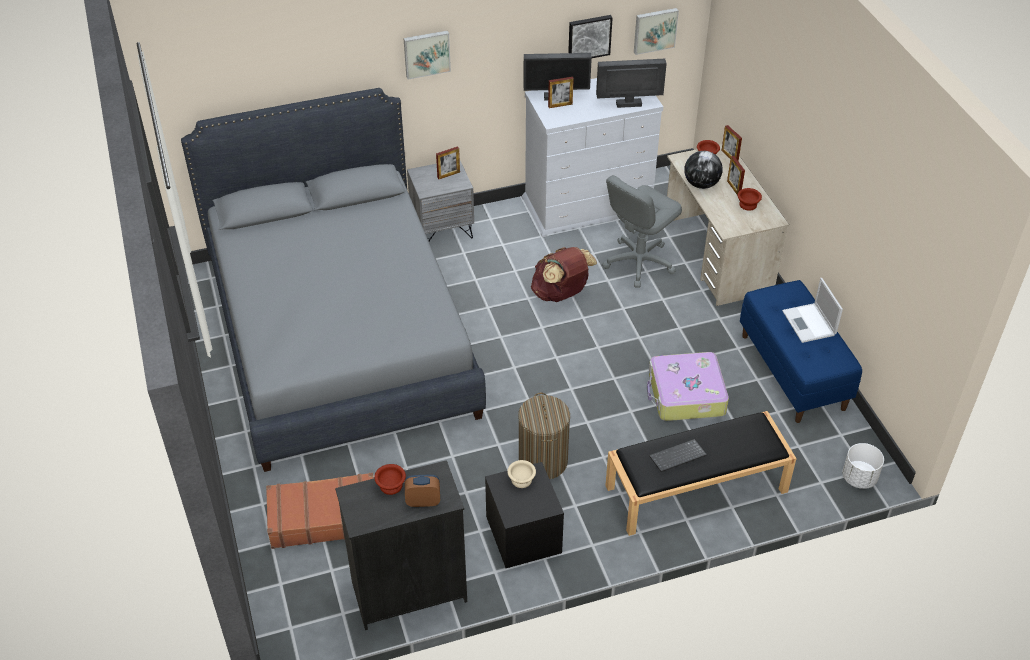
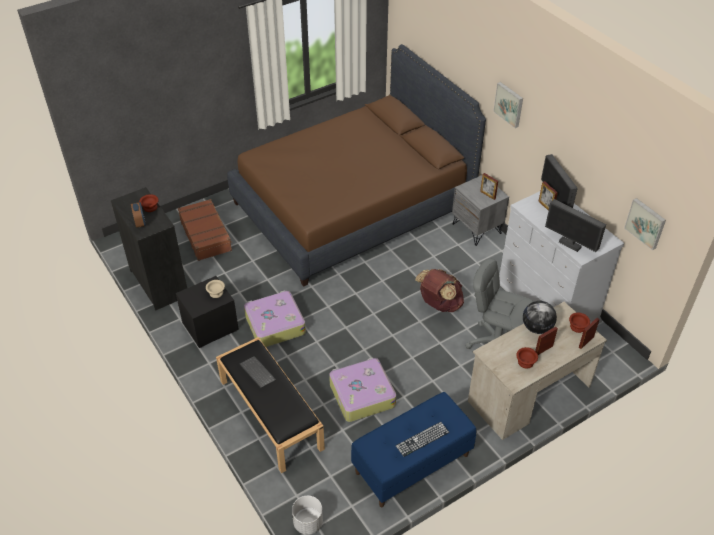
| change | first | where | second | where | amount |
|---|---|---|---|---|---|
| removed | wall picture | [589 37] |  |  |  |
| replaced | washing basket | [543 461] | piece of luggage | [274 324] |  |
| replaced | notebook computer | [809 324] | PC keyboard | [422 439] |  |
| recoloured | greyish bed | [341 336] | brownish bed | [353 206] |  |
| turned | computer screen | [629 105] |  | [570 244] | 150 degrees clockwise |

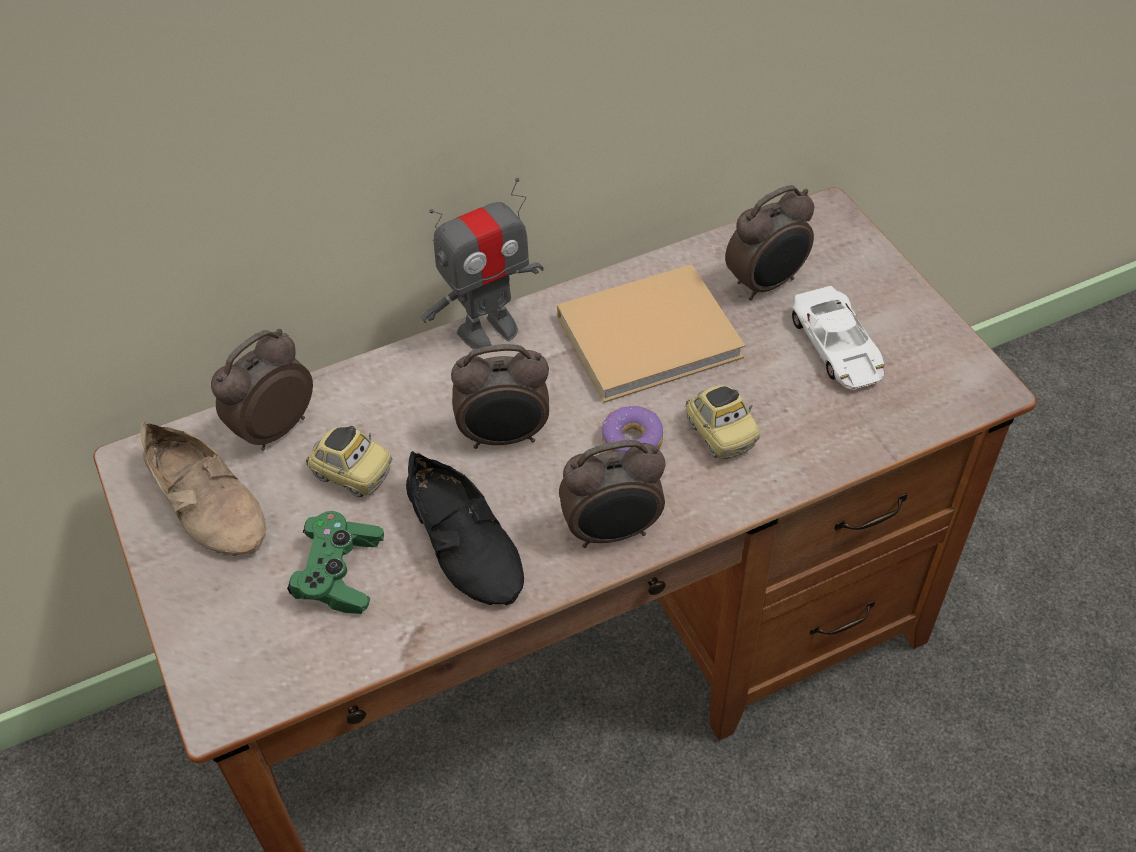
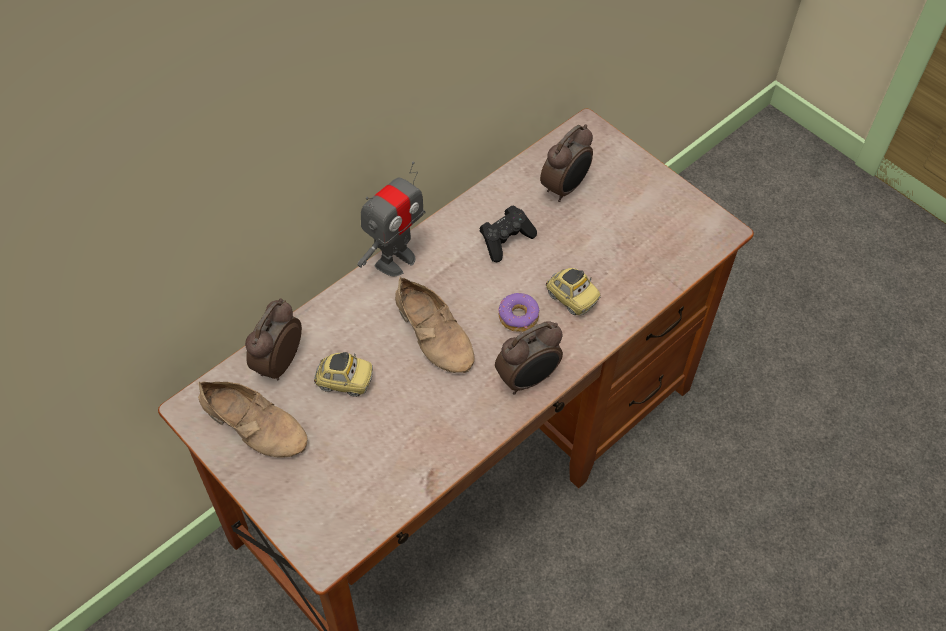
| change | first | where | second | where | amount |
|---|---|---|---|---|---|
| removed | green game controller | [339 573] |  |  |  |
| removed | blackish item of footwear | [467 540] |  |  |  |
| removed | white miniature car | [837 347] |  |  |  |
| replaced | table clock | [505 437] | sand-coloured item of footwear | [435 332] |  |
| replaced | sand-coloured volume | [654 335] | blackish game controller | [506 240] |  |

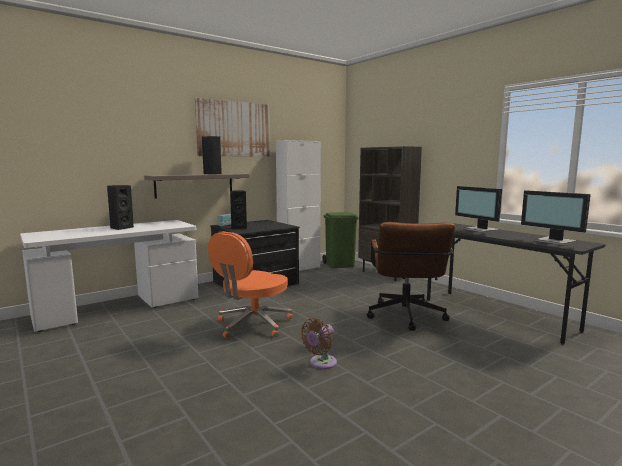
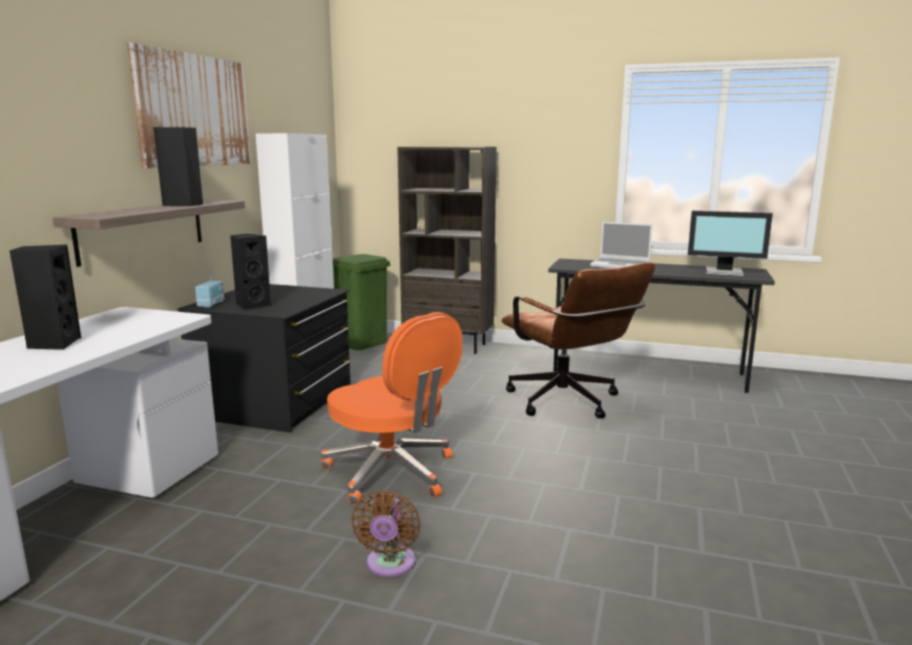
| change | first | where | second | where | amount |
|---|---|---|---|---|---|
| moved | brownish cooling fan | [321 363] |  | [390 565] |  |
| replaced | computer screen | [481 230] | notebook computer | [621 265] |  |
| turned | orange-coloured computer chair | [253 325] |  | [392 473] | 45 degrees counterclockwise |

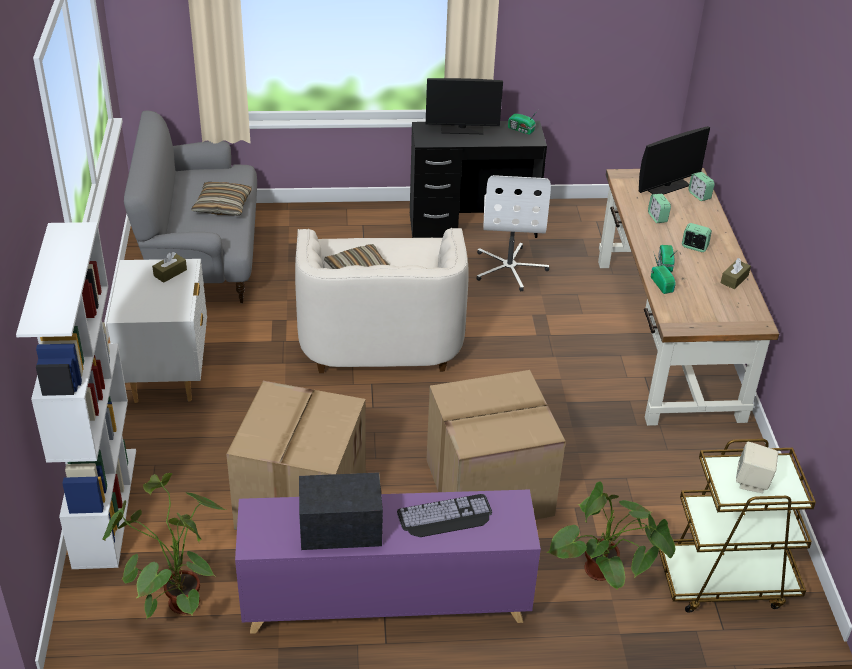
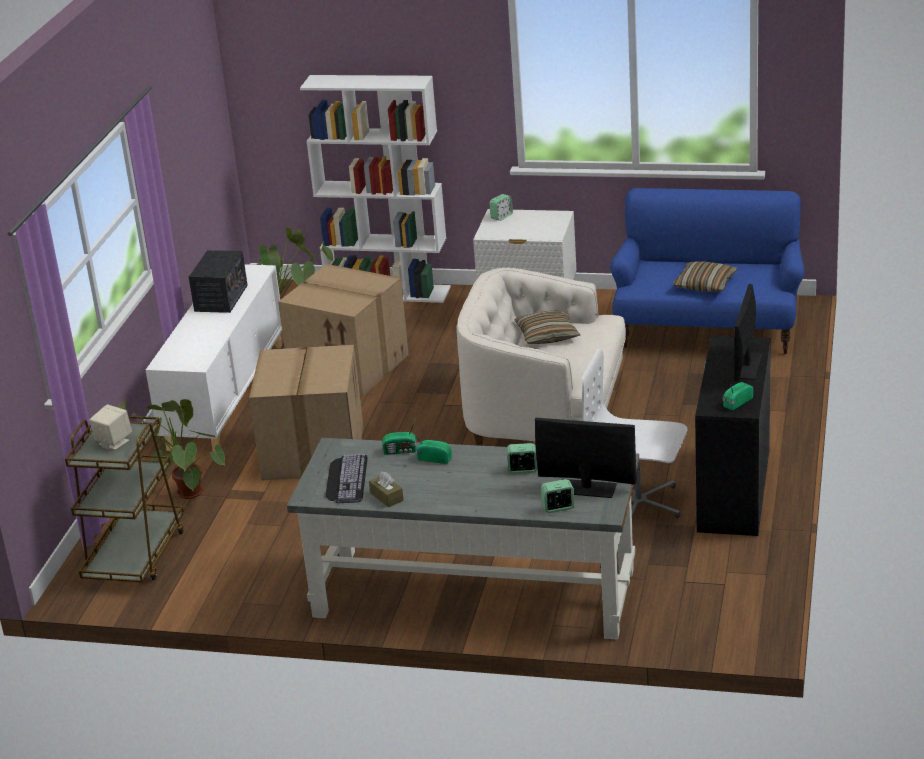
| change | first | where | second | where | amount |
|---|---|---|---|---|---|
| removed | brownish tissue holder | [170 273] |  |  |  |
| moved | PC keyboard | [445 517] |  | [345 479] |  |
| moved | table clock | [694 247] |  | [501 216] |  |
| recoloured | greyish settee | [202 257] | blue settee | [708 329] |  |
| recoloured | purple-coloured cupboard | [385 601] | white cupboard | [226 395] |  |
| recoloured | brownish desk unit | [668 337] | greyish desk unit | [472 593] |  |
| turned | computer screen | [667 186] |  | [586 488] | 120 degrees clockwise |

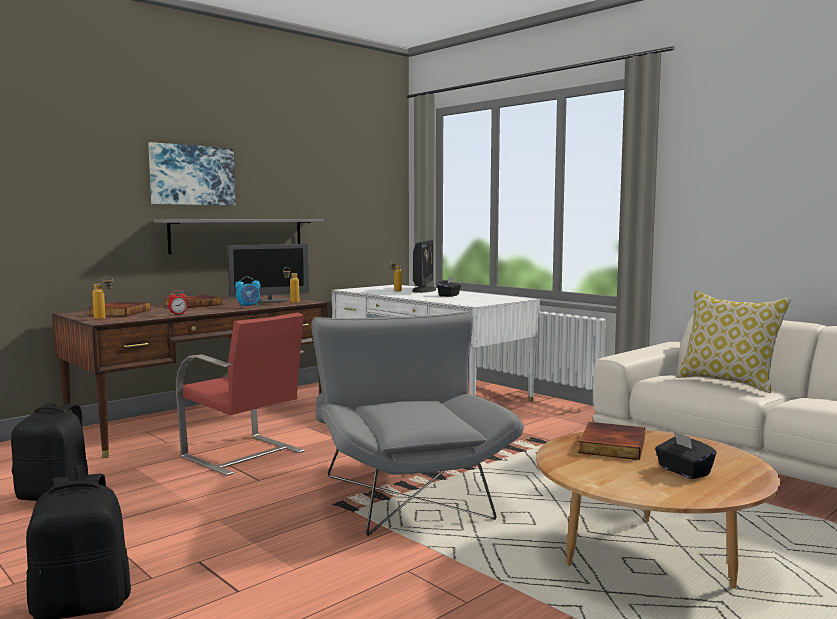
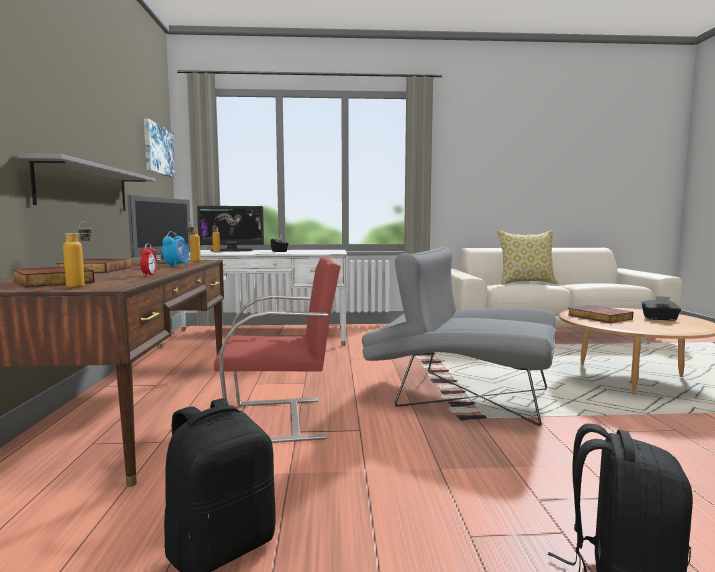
| change | first | where | second | where | amount |
|---|---|---|---|---|---|
| moved | wall picture | [192 175] |  | [157 150] |  |
| turned | computer screen | [423 290] |  | [232 250] | 120 degrees clockwise |

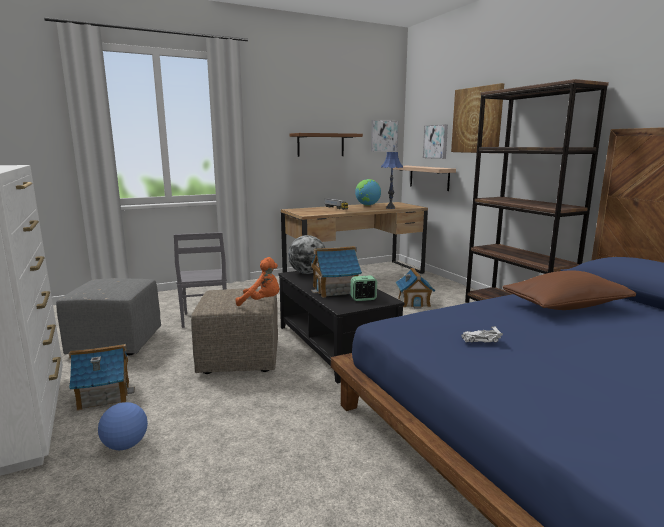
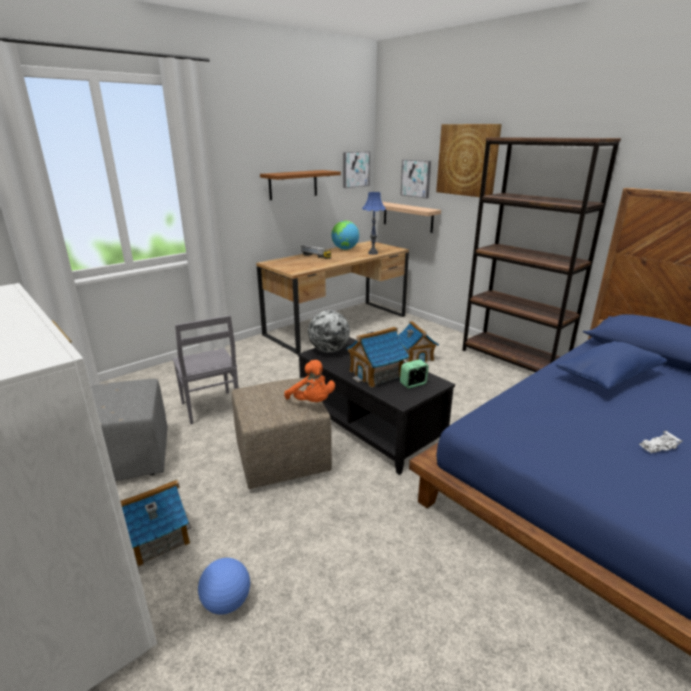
| change | first | where | second | where | amount |
|---|---|---|---|---|---|
| moved | white miniature car | [480 339] |  | [658 446] |  |
| recoloured | brownish cushion | [565 306] | blue cushion | [608 377] |  |
| turned | orange-coloured cuddly toy | [262 302] |  | [312 402] | 60 degrees clockwise |

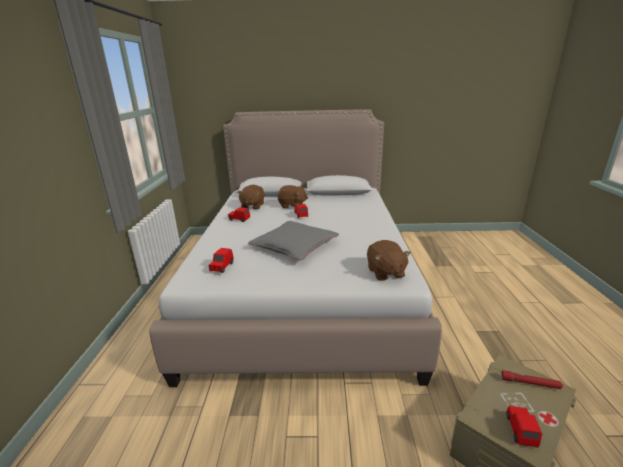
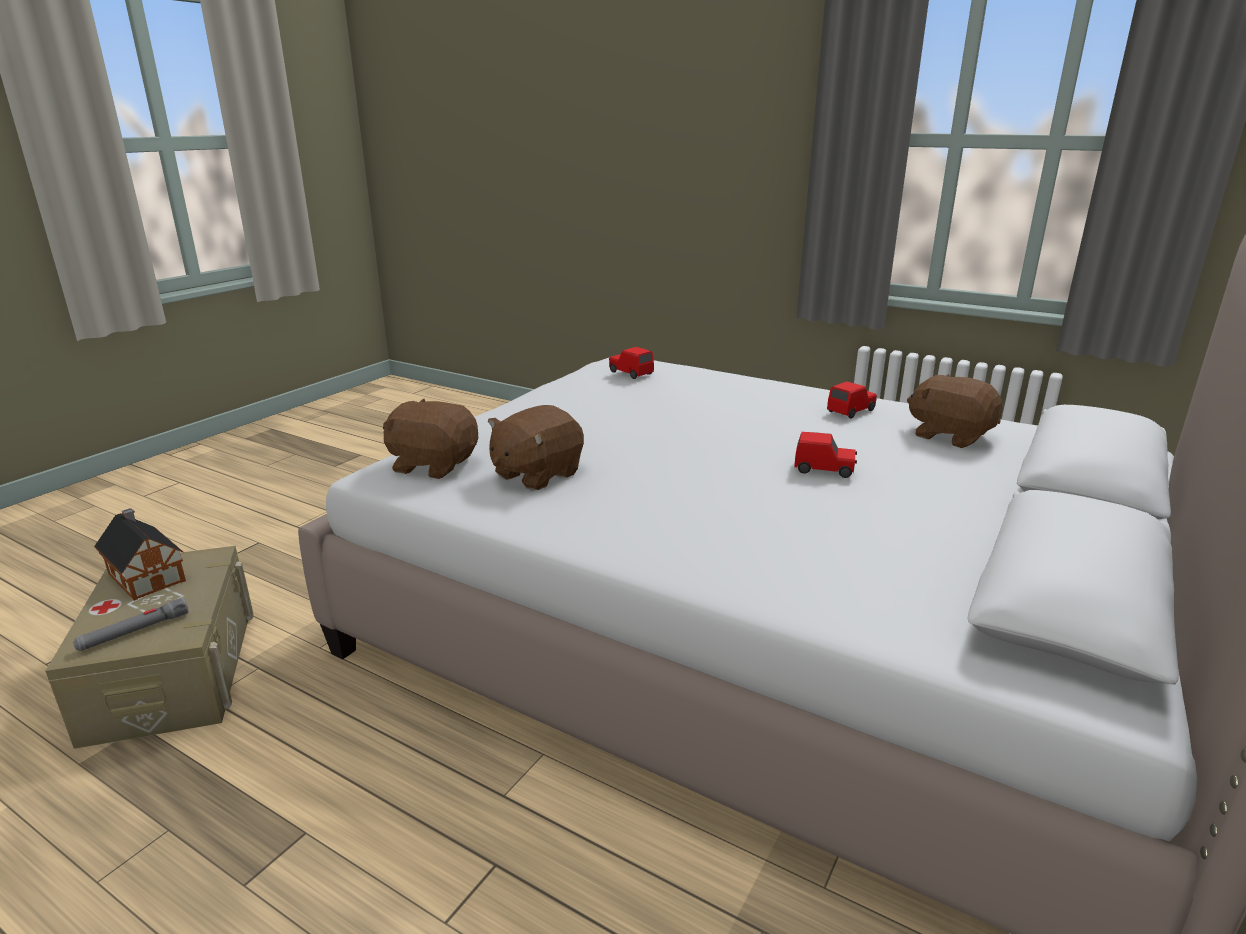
| change | first | where | second | where | amount |
|---|---|---|---|---|---|
| removed | greyish cushion | [294 246] |  |  |  |
| moved | brownish cuddly toy | [292 206] |  | [536 474] |  |
| replaced | reddish miniature car | [520 430] | toy house | [146 575] |  |
| recoloured | reddish flashlight | [530 383] | greyish flashlight | [134 632] |  |

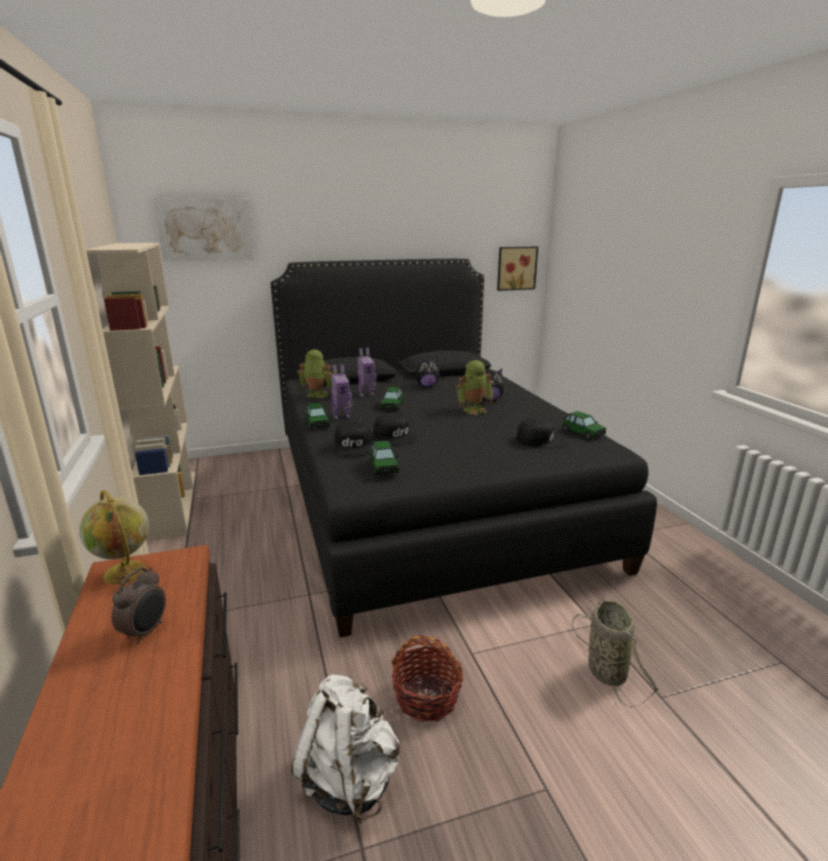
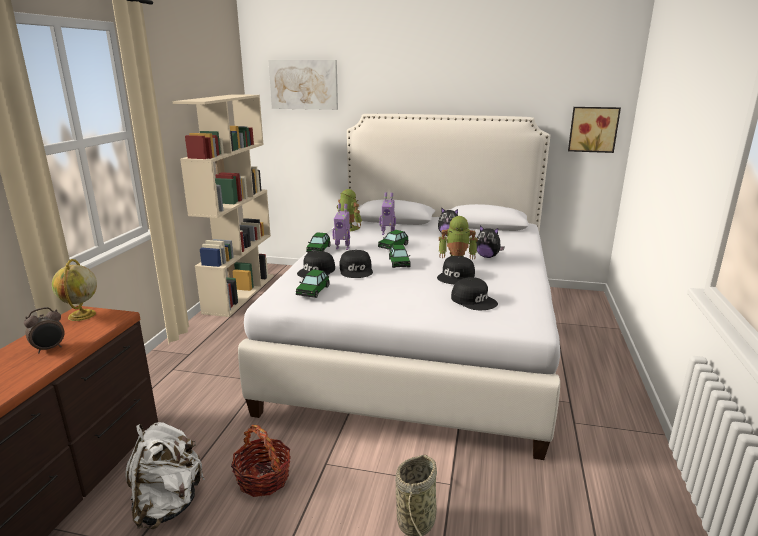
| change | first | where | second | where | amount |
|---|---|---|---|---|---|
| added |  |  | blackish cap | [456 276] |  |
| moved | miniature car | [583 432] |  | [399 263] |  |
| recoloured | blackish bed | [426 498] | white bed | [419 337] |  |

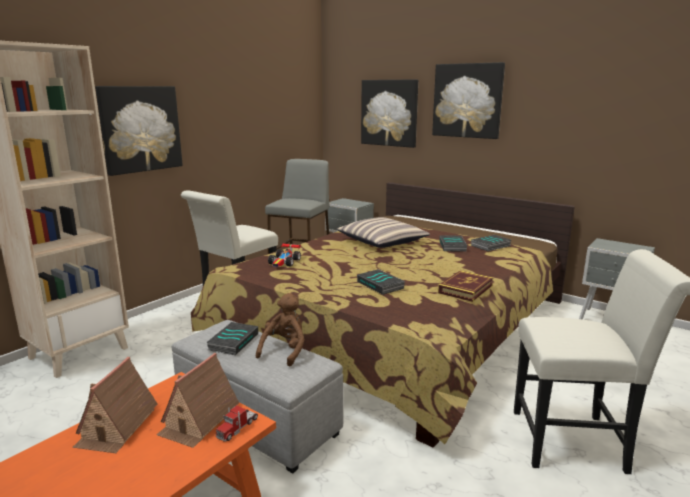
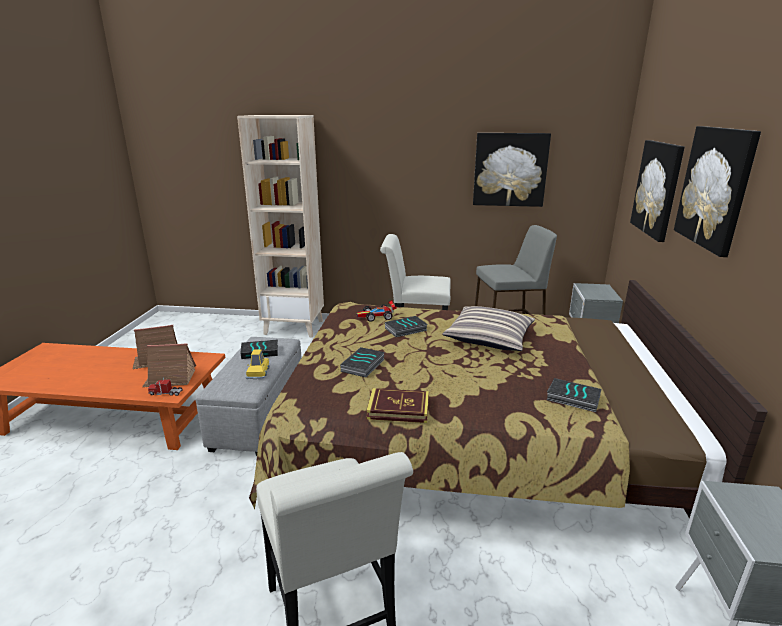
| change | first | where | second | where | amount |
|---|---|---|---|---|---|
| moved | wall picture | [140 129] |  | [510 169] |  |
| moved | volume | [453 246] |  | [405 329] |  |
| replaced | brownish cuddly toy | [284 350] | yellowish miniature car | [258 372] |  |

